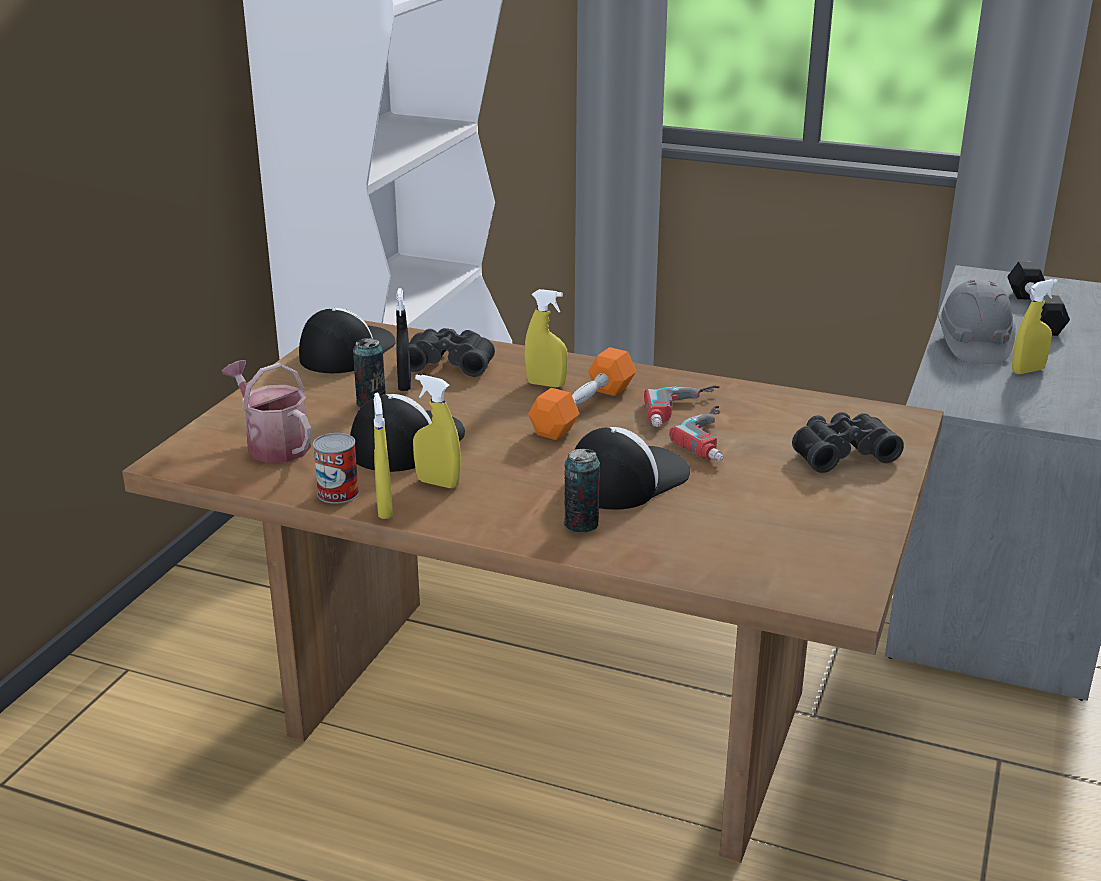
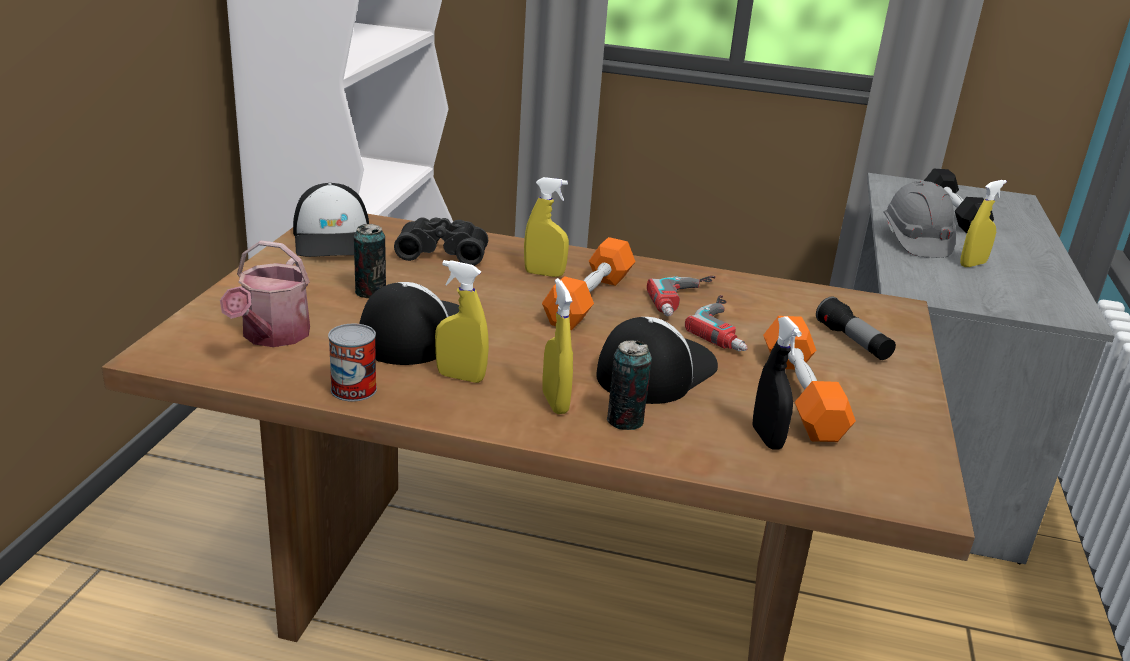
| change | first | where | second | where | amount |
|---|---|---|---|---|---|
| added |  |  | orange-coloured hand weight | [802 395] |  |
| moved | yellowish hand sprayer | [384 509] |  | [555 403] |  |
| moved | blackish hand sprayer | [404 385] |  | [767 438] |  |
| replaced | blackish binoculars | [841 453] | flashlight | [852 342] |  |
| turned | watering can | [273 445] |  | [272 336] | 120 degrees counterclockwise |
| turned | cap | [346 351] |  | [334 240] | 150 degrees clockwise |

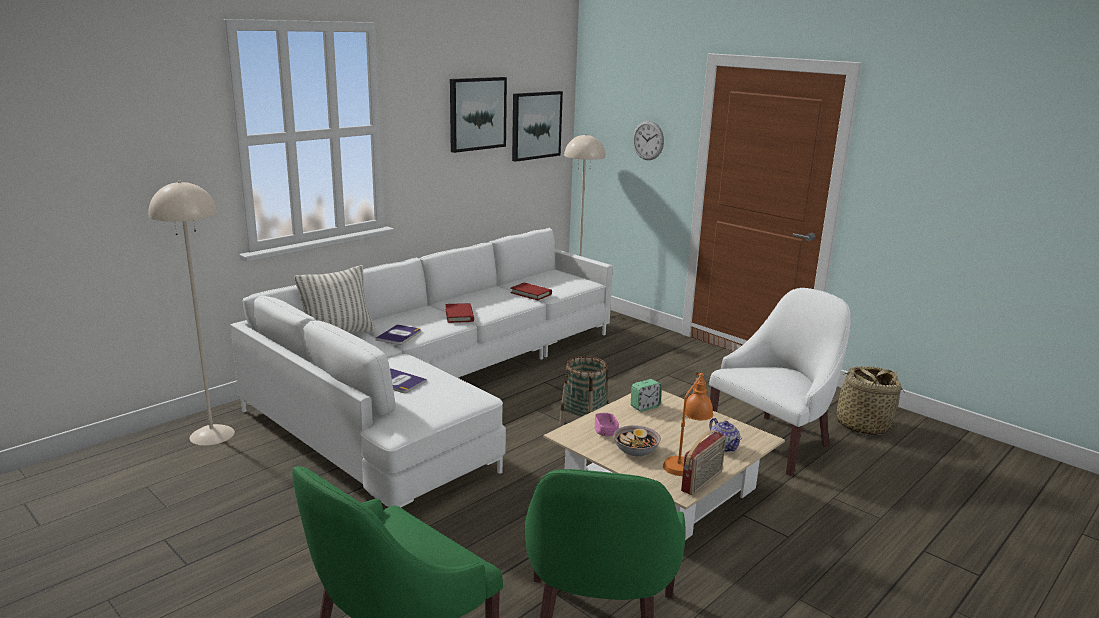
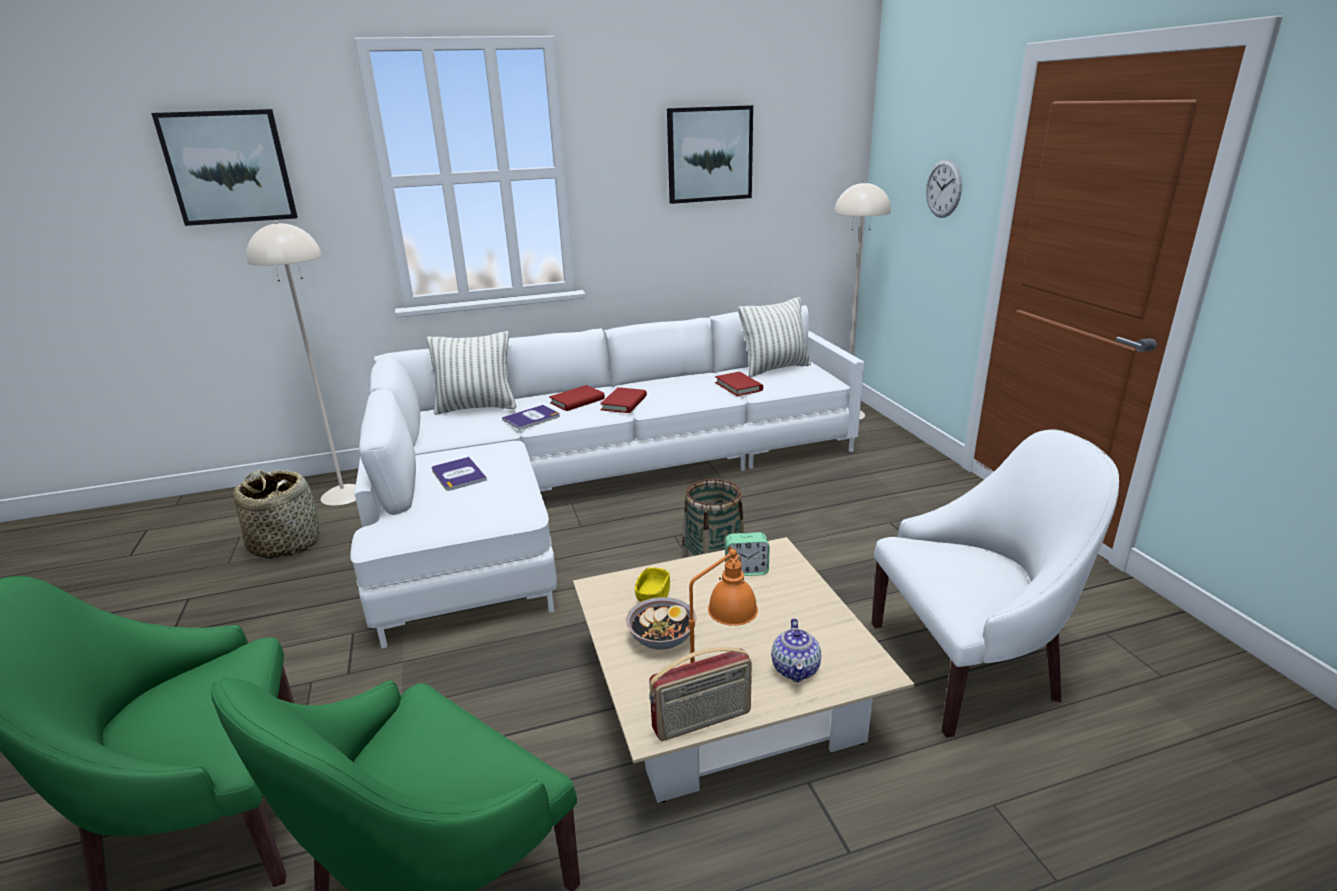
| change | first | where | second | where | amount |
|---|---|---|---|---|---|
| added |  |  | reddish volume | [577 401] |  |
| added |  |  | cushion | [774 368] |  |
| moved | wall picture | [535 125] |  | [229 167] |  |
| moved | storage basket | [862 425] |  | [286 543] |  |
| recoloured | pink-coloured bowl | [605 432] | yellowish bowl | [653 596] |  |

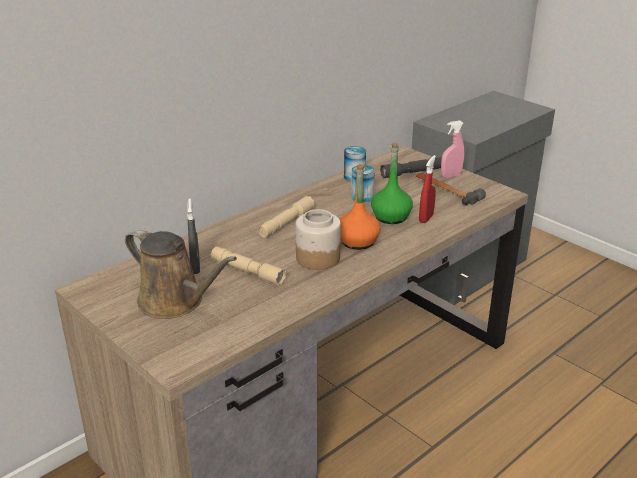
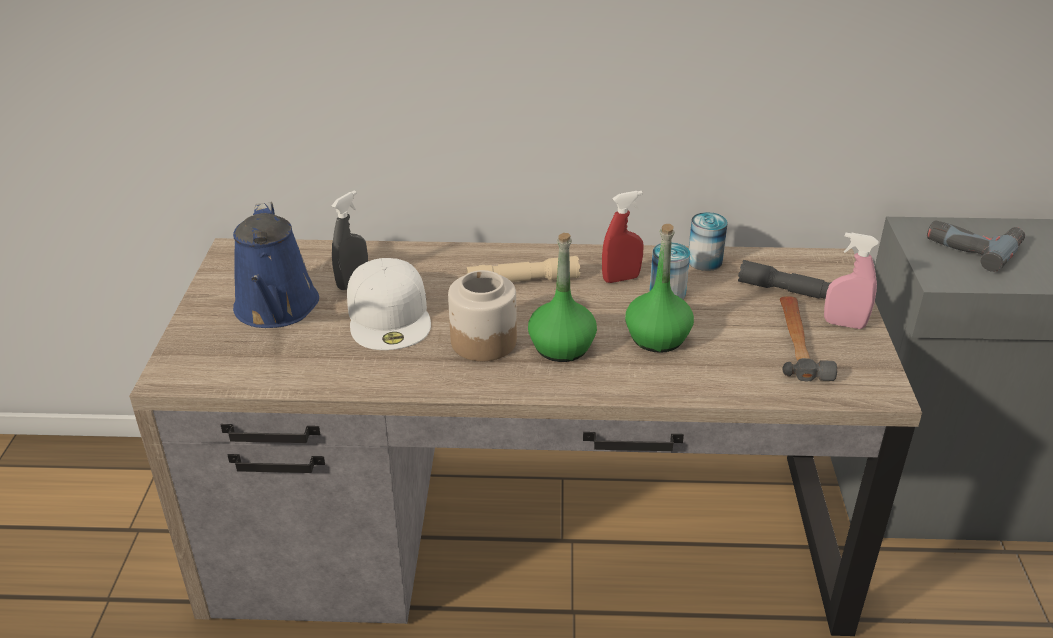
| change | first | where | second | where | amount |
|---|---|---|---|---|---|
| added |  |  | drill | [973 246] |  |
| moved | reddish hand sprayer | [426 218] |  | [621 278] |  |
| replaced | sand-coloured flashlight | [247 271] | white cap | [390 315] |  |
| recoloured | brownish watering can | [175 302] | blue watering can | [276 309] |  |
| recoloured | orange-coloured bottle | [358 241] | green bottle | [561 347] |  |

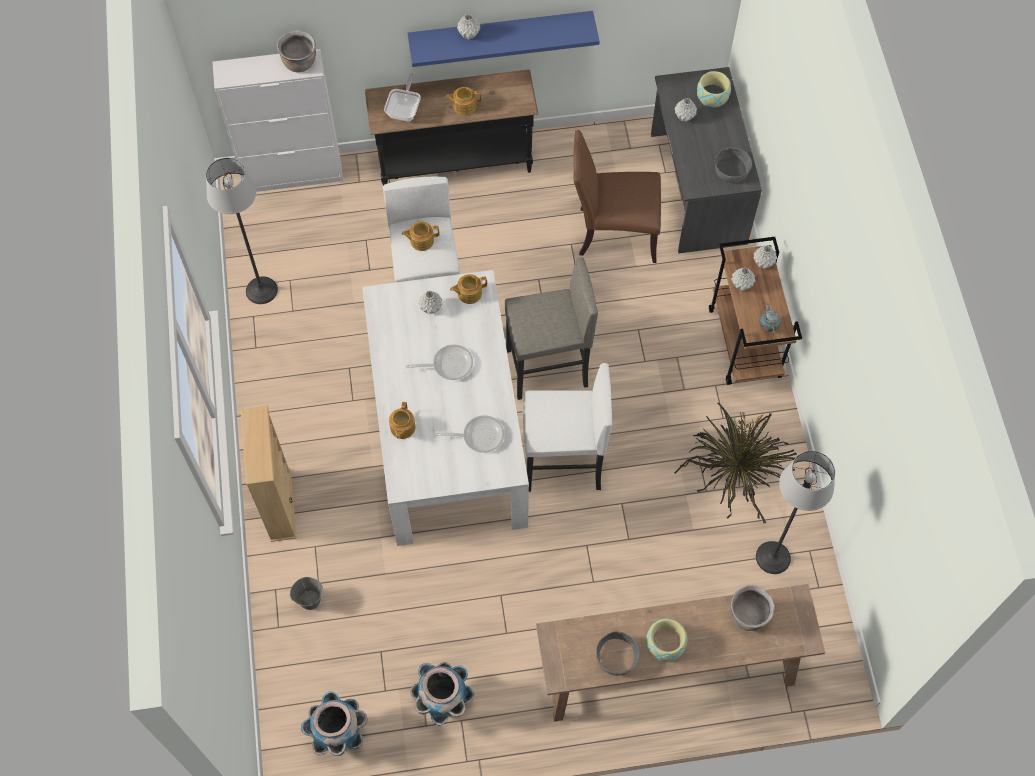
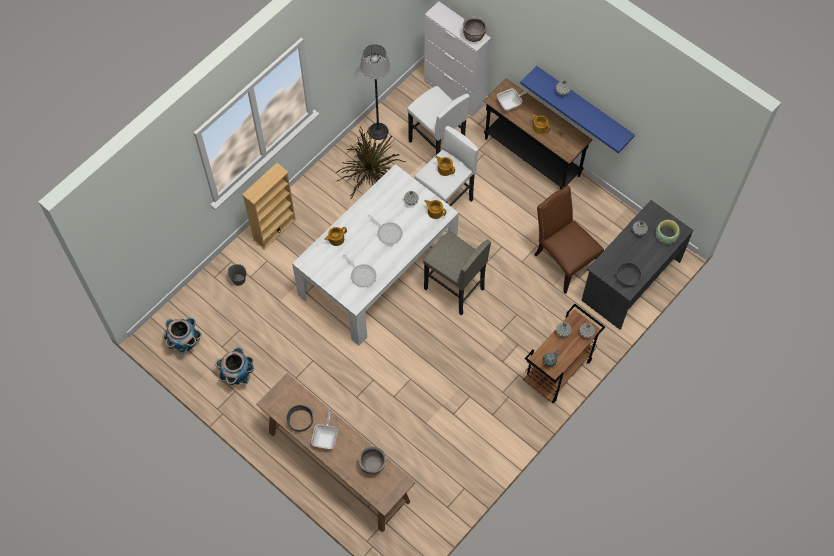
| change | first | where | second | where | amount |
|---|---|---|---|---|---|
| removed | floor lamp | [773 557] |  |  |  |
| moved | white stool seat | [562 464] |  | [436 146] |  |
| moved | potted plant | [736 469] |  | [372 173] |  |
| replaced | bowl | [665 642] | frying pan | [326 437] |  |

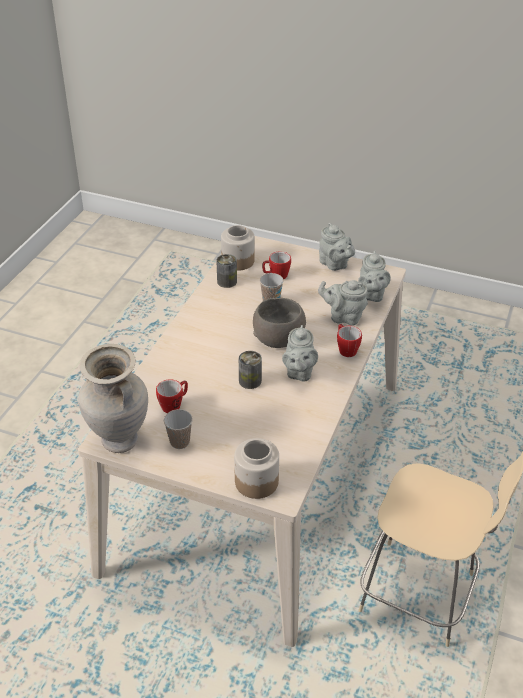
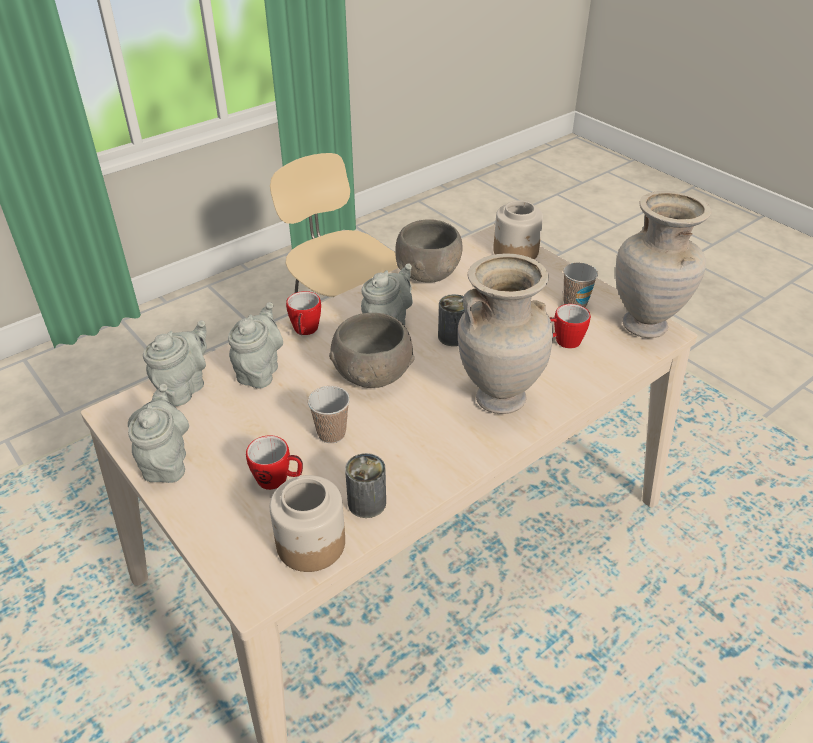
| change | first | where | second | where | amount |
|---|---|---|---|---|---|
| added |  |  | greyish bowl | [428 274] |  |
| added |  |  | sand-coloured decorative vase | [498 398] |  |
| turned | greyish tea pot | [343 317] |  | [259 371] | 120 degrees counterclockwise |

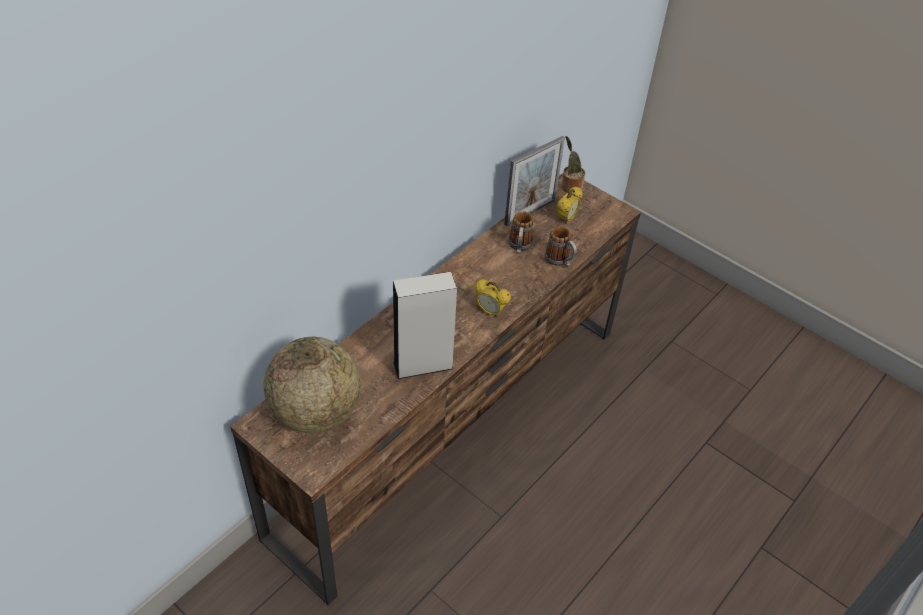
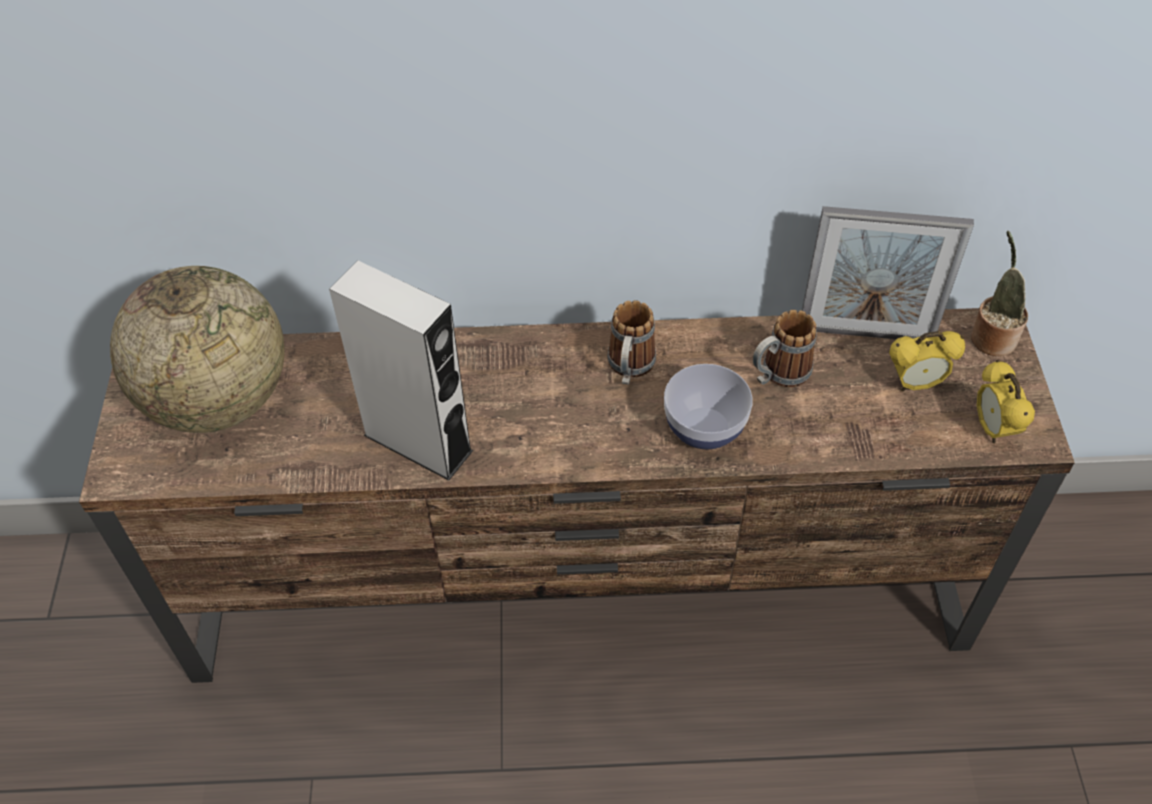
| change | first | where | second | where | amount |
|---|---|---|---|---|---|
| added |  |  | bowl | [704 428] |  |
| moved | table clock | [490 311] |  | [992 429] |  |
| moved | coffee mug | [560 261] |  | [629 369] |  |

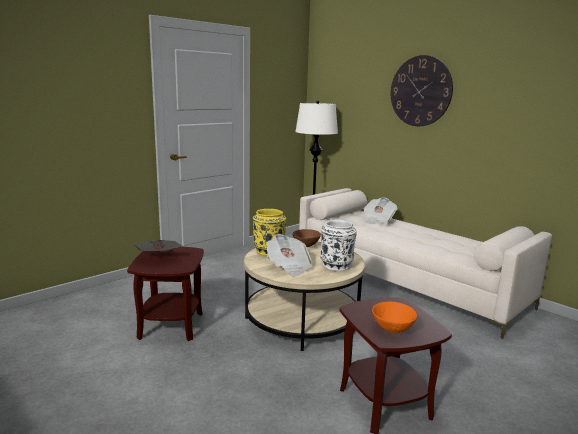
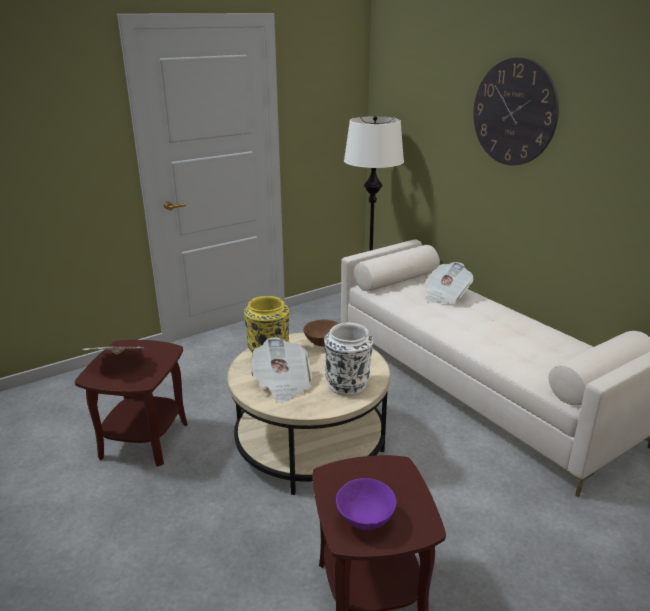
| change | first | where | second | where | amount |
|---|---|---|---|---|---|
| recoloured | orange-coloured bowl | [392 330] | purple-coloured bowl | [364 520] |  |

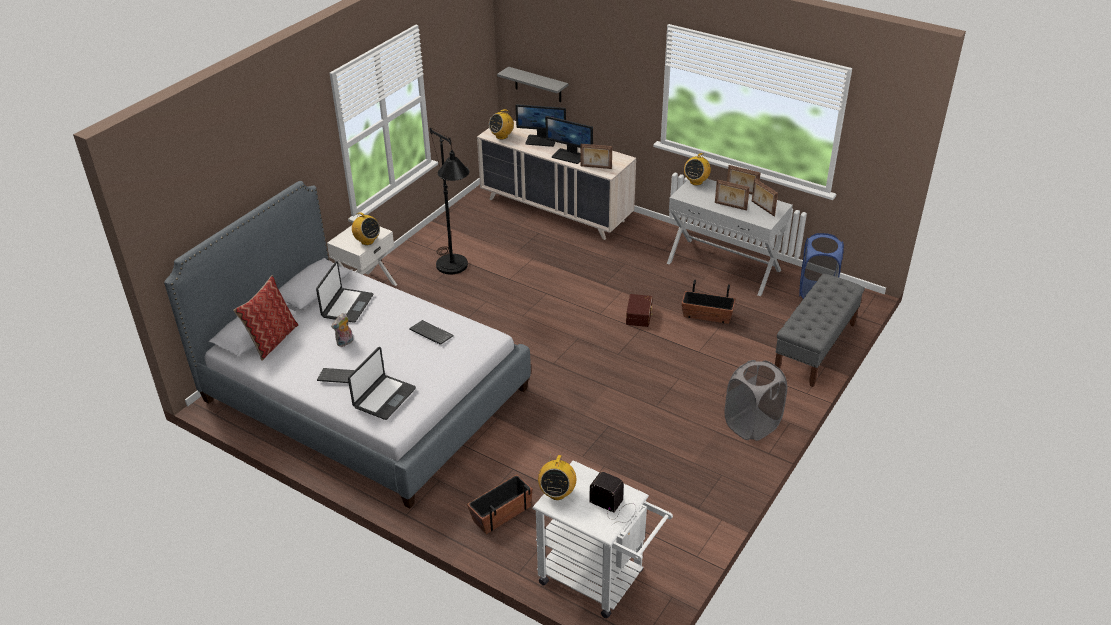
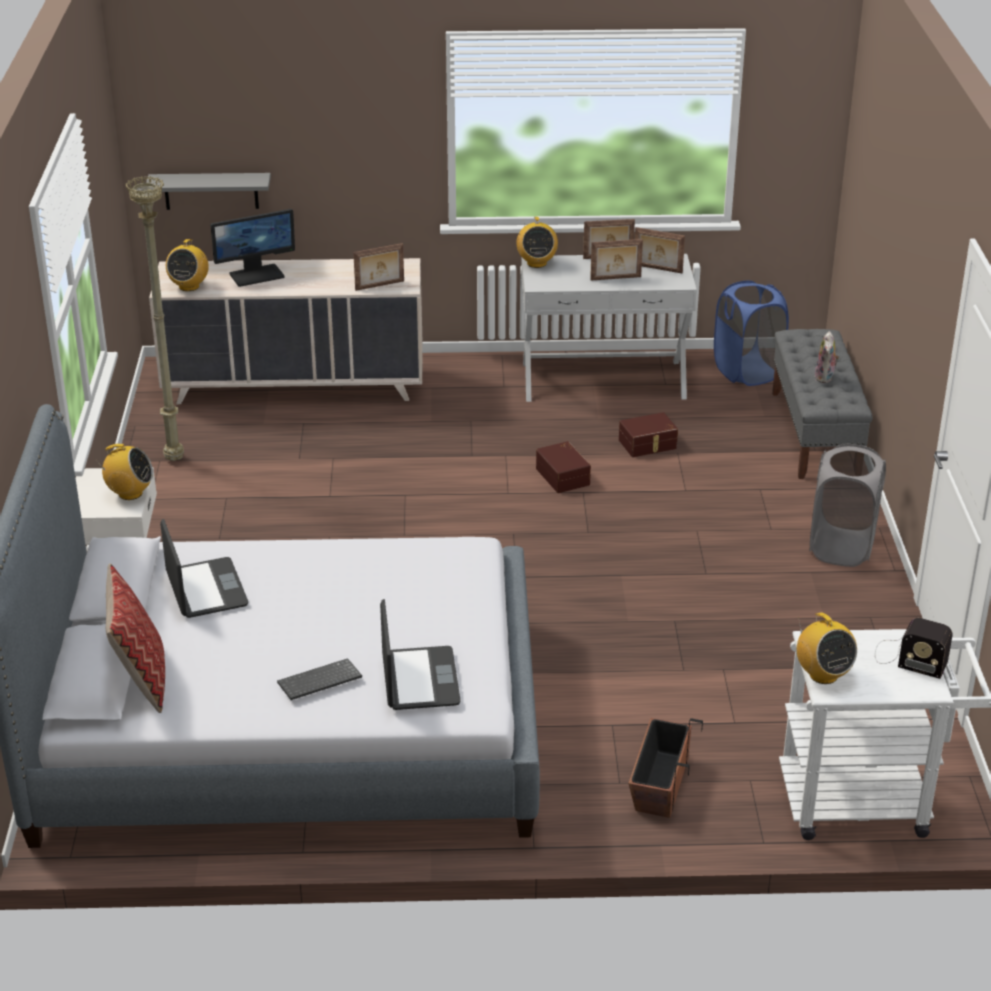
| change | first | where | second | where | amount |
|---|---|---|---|---|---|
| removed | PC keyboard | [430 333] |  |  |  |
| removed | blackish floor lamp | [454 270] |  |  |  |
| removed | computer screen | [569 156] |  |  |  |
| added |  |  | sand-coloured floor lamp | [175 459] |  |
| moved | cuddly toy | [345 343] |  | [825 378] |  |
| replaced | planter | [707 315] | brownish storage container | [648 445] |  |
| turned | radio receiver | [614 506] |  | [907 658] | 150 degrees counterclockwise |

